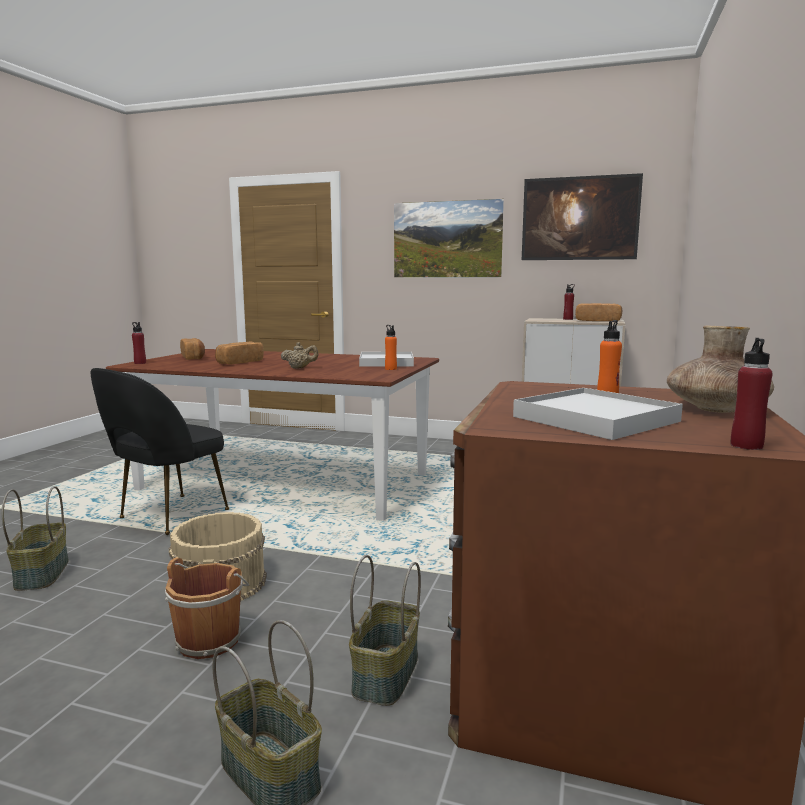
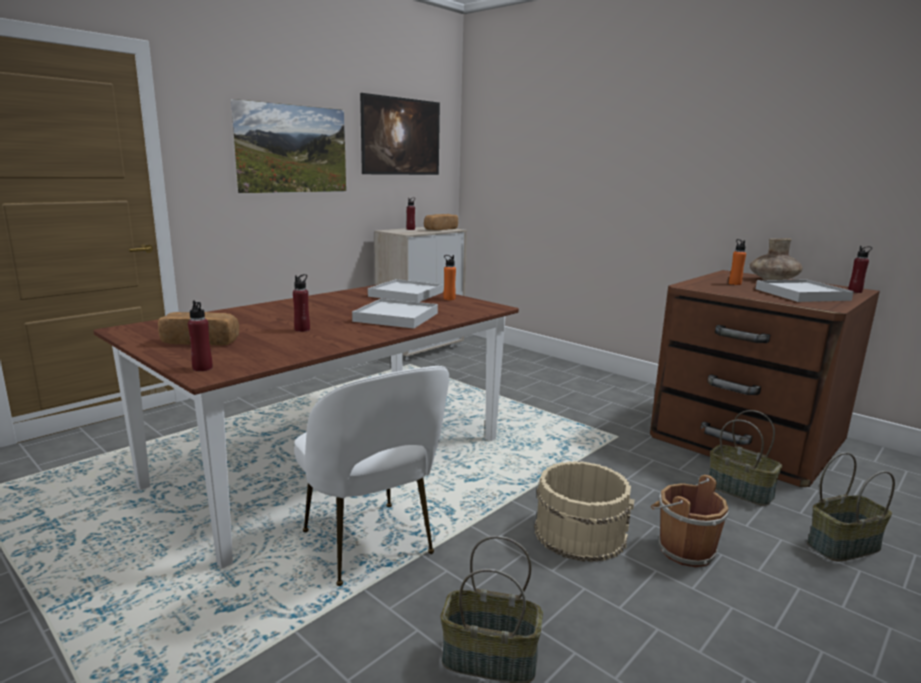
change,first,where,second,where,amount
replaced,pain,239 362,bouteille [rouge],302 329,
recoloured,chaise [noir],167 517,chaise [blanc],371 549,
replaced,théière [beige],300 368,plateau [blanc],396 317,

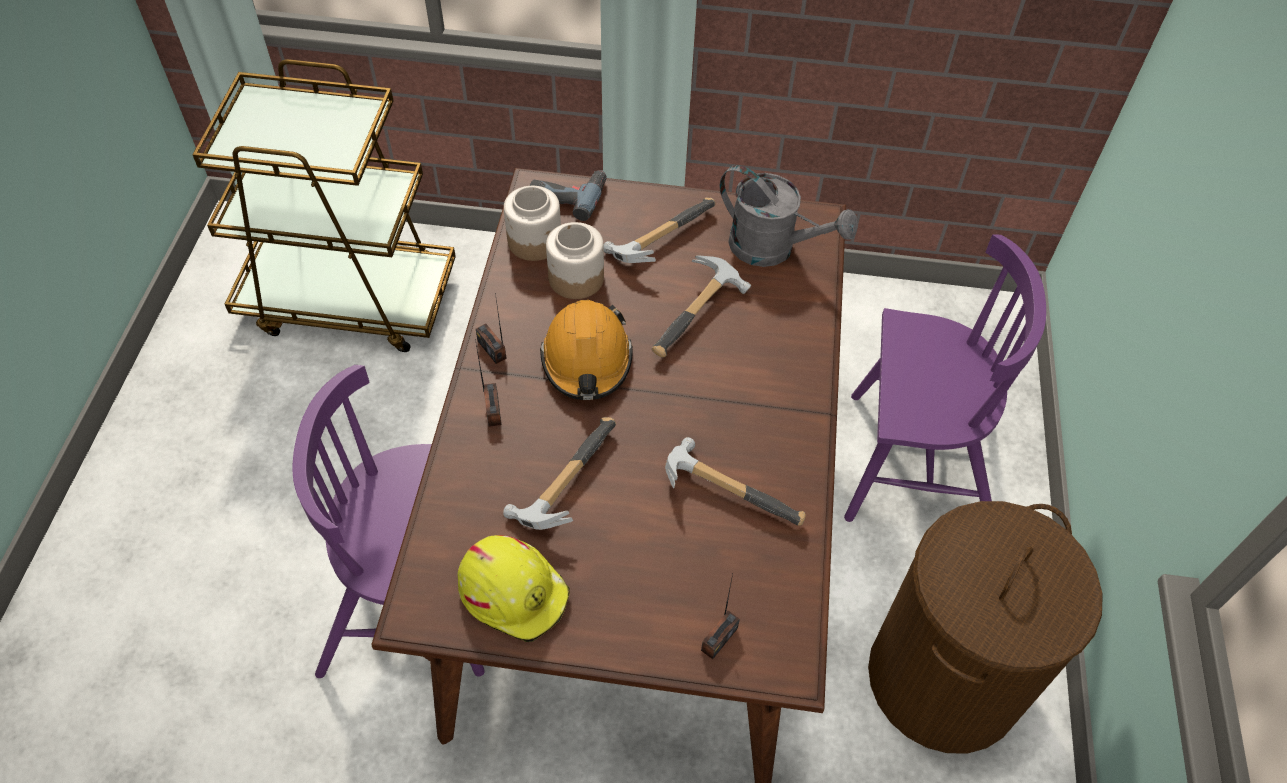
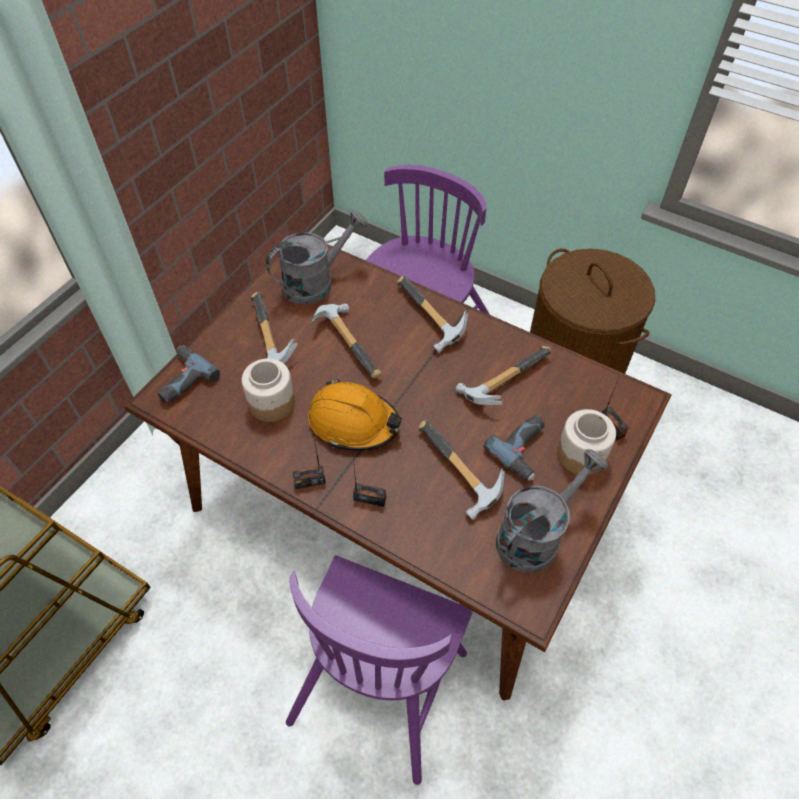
change,first,where,second,where,amount
added,,,marteau,426 319,
added,,,perceuse,525 450,
replaced,casque de chantier [jaune],514 591,arrosoir [gris],535 534,
moved,bocal,535 241,,581 454,

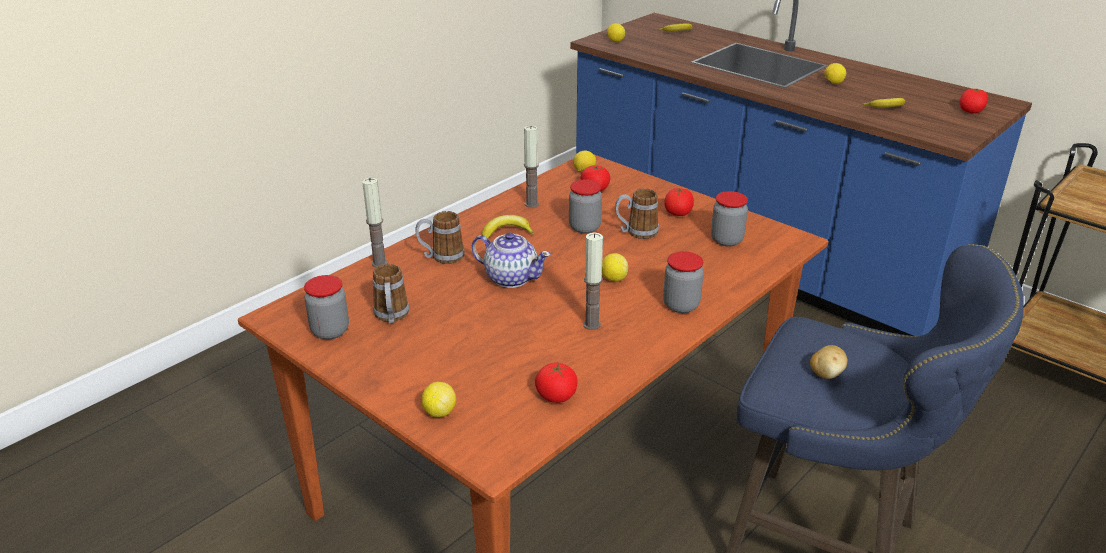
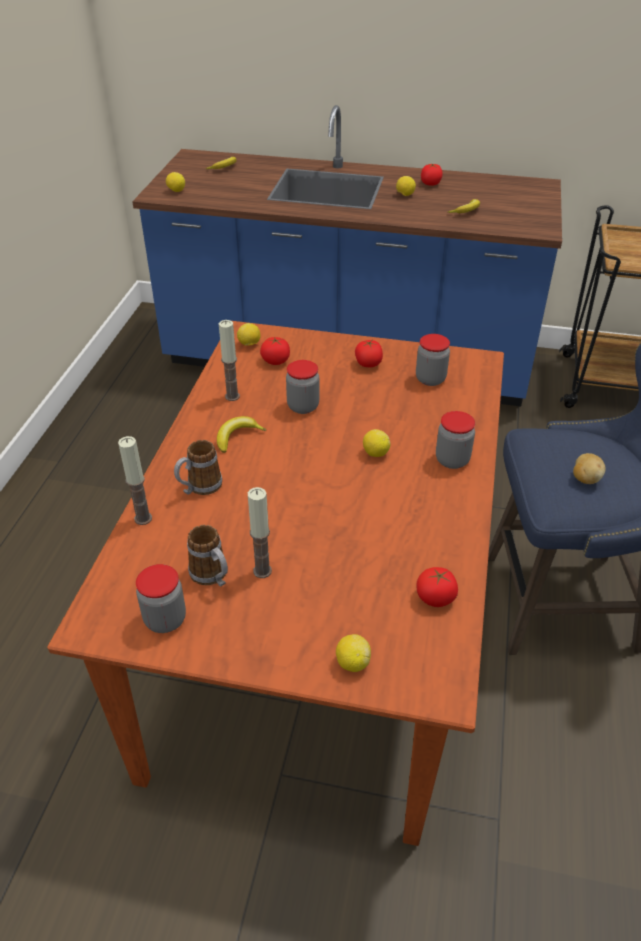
change,first,where,second,where,amount
moved,bougie,591 324,,262 571,
moved,tomate,971 111,,430 184,
removed,théière,511 278,,,
removed,mug,636 232,,,

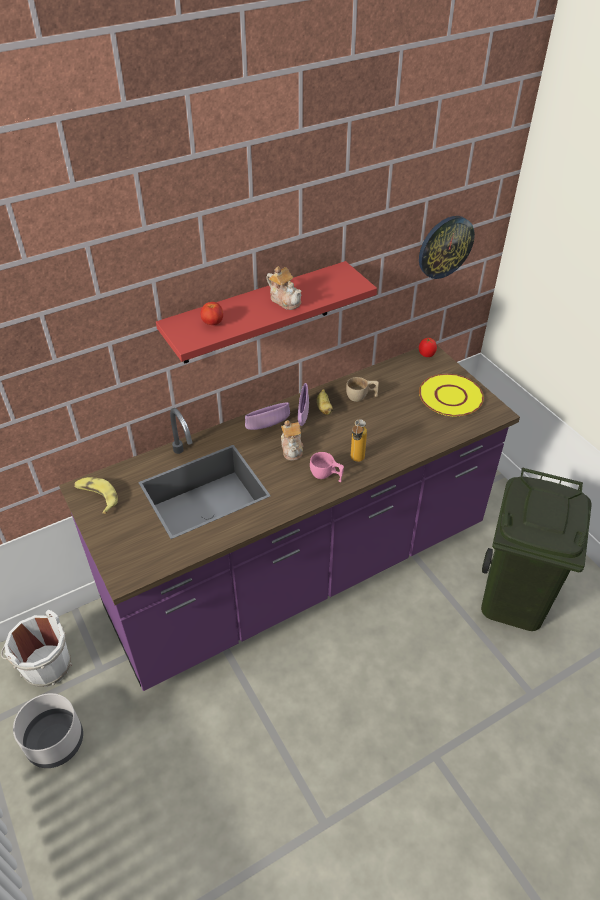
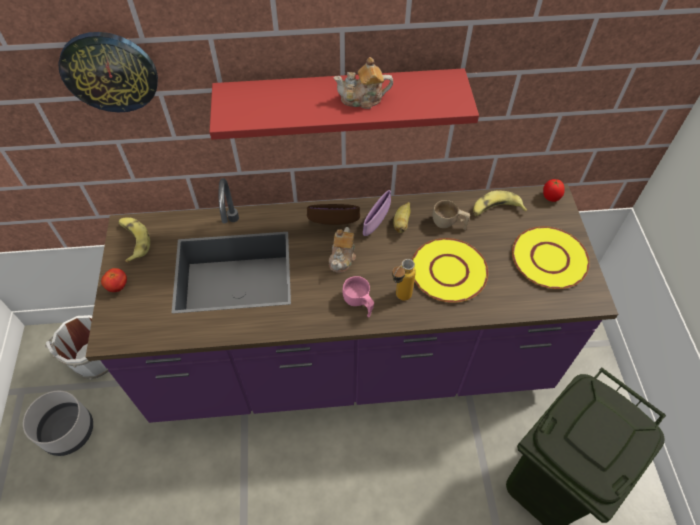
change,first,where,second,where,amount
moved,horloge murale,445 246,,109 72,
moved,tomate,212 323,,117 286,
recoloured,bol [violet],268 425,bol [marron],333 222,
turned,théière,285 300,,362 99,105 degrees clockwise
added,,,assiette [jaune],448 271,
added,,,banane,495 209,

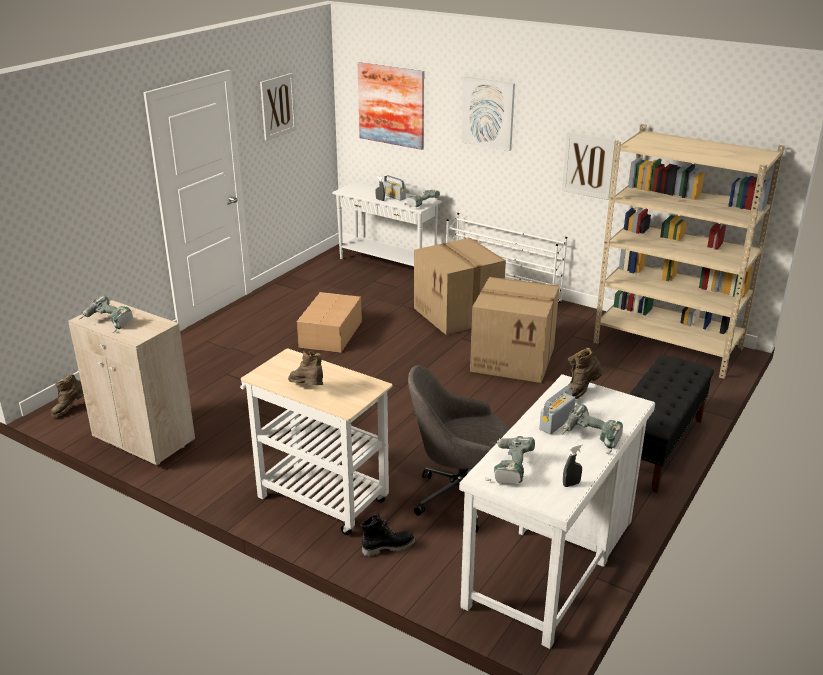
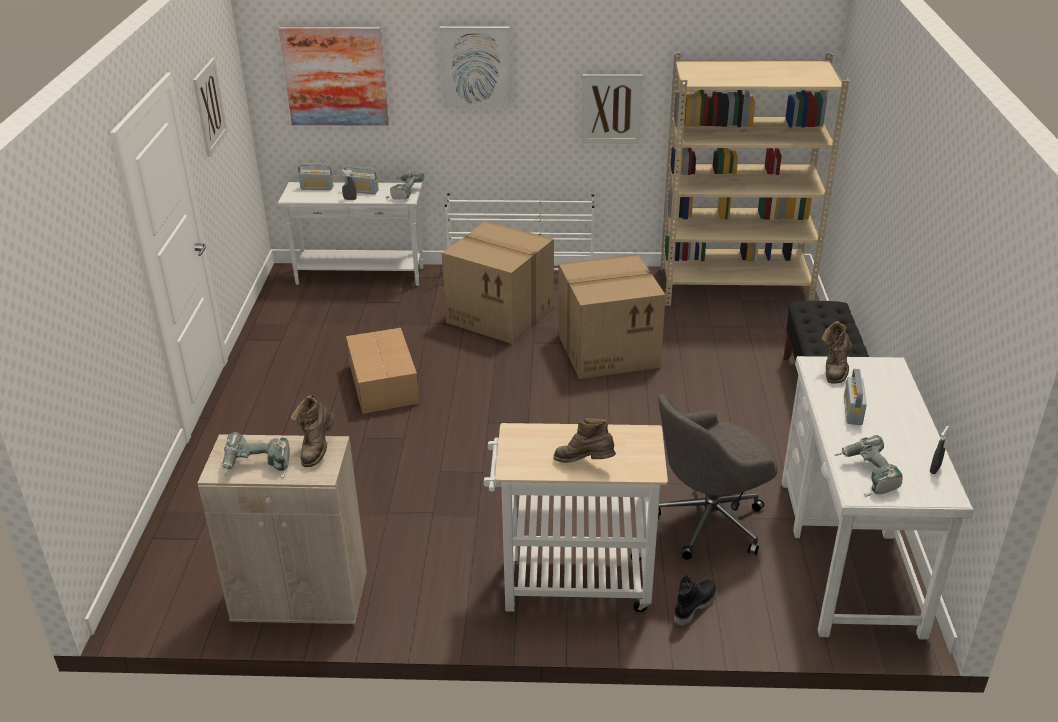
change,first,where,second,where,amount
moved,botte [marron],70 409,,317 449,
added,,,radio,317 188,
removed,perceuse,590 439,,,

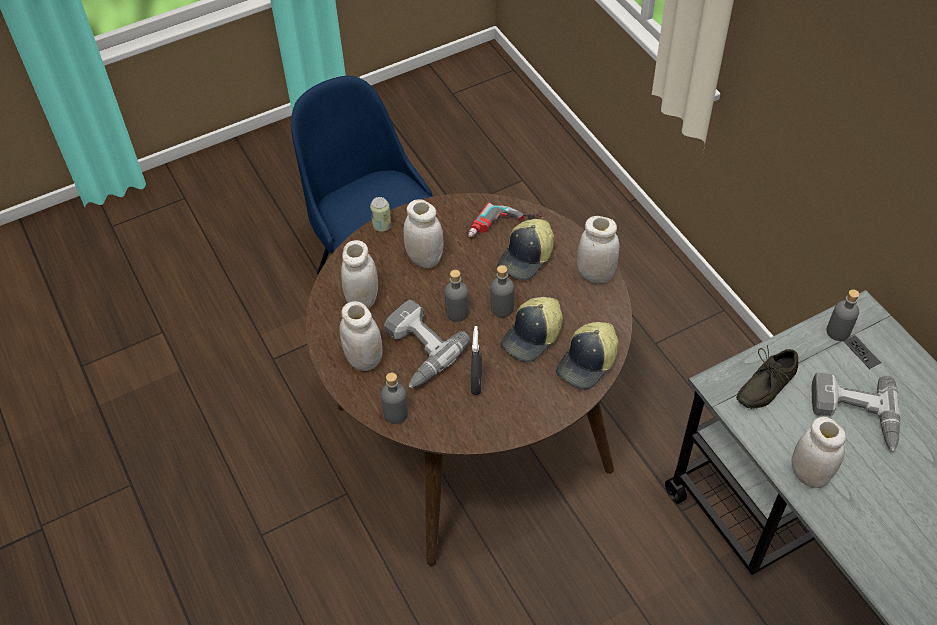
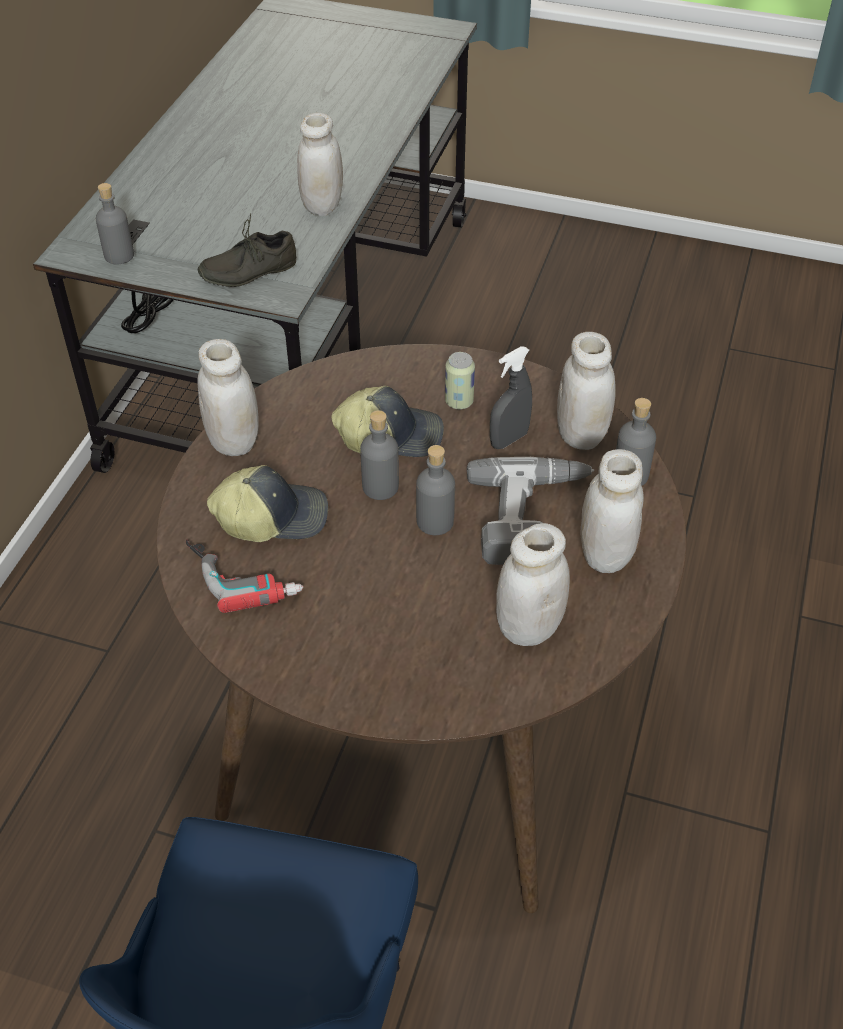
change,first,where,second,where,amount
turned,chaussure [gris],763 385,,247 270,150 degrees clockwise
moved,boîte métallique,382 226,,459 401,
moved,bocal [blanc],425 258,,581 435,
removed,casquette,588 363,,,
removed,perceuse,854 416,,,

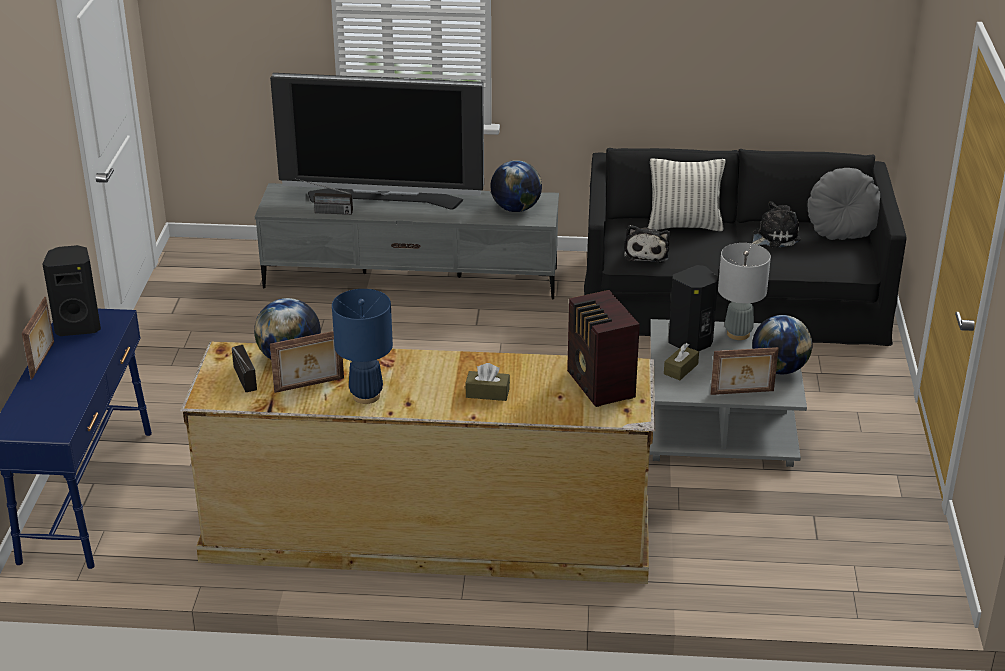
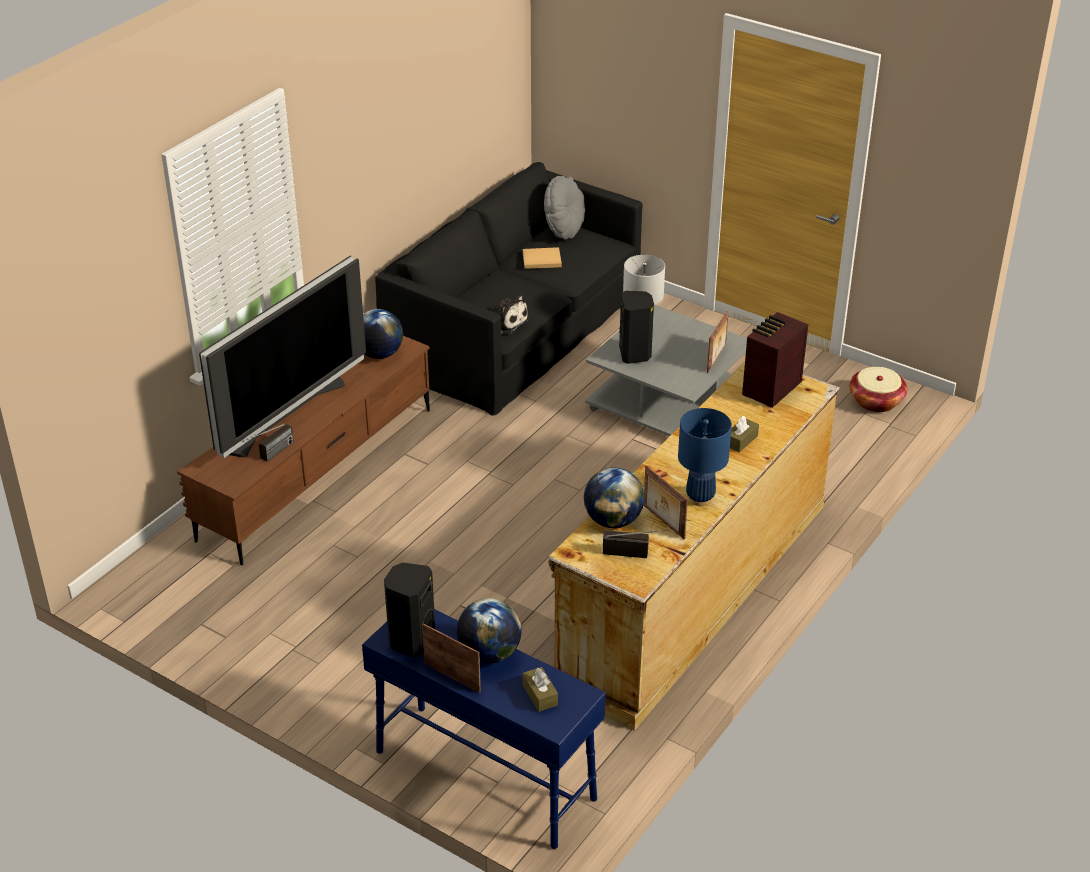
change,first,where,second,where,amount
recoloured,meuble télé [gris],412 277,meuble télé [marron],316 471,
moved,globe,779 369,,489 653,
moved,boîte à mouchoirs [marron],680 369,,540 695,
replaced,peluche,773 237,livre [beige],540 260,
turned,cadre photo,309 385,,663 522,135 degrees clockwise
turned,radio,600 386,,770 389,120 degrees clockwise
added,,,panier,876 401,
removed,coussin,684 226,,,

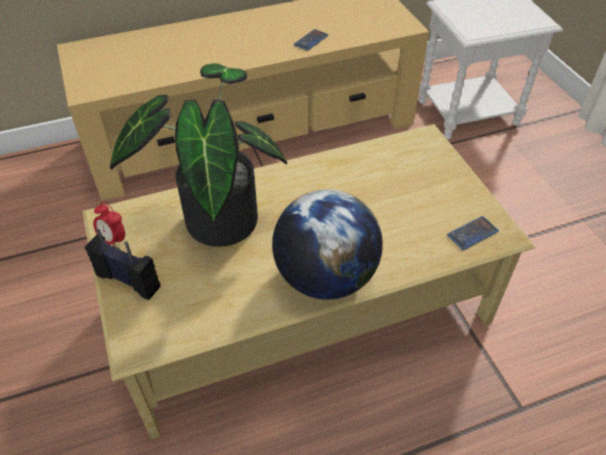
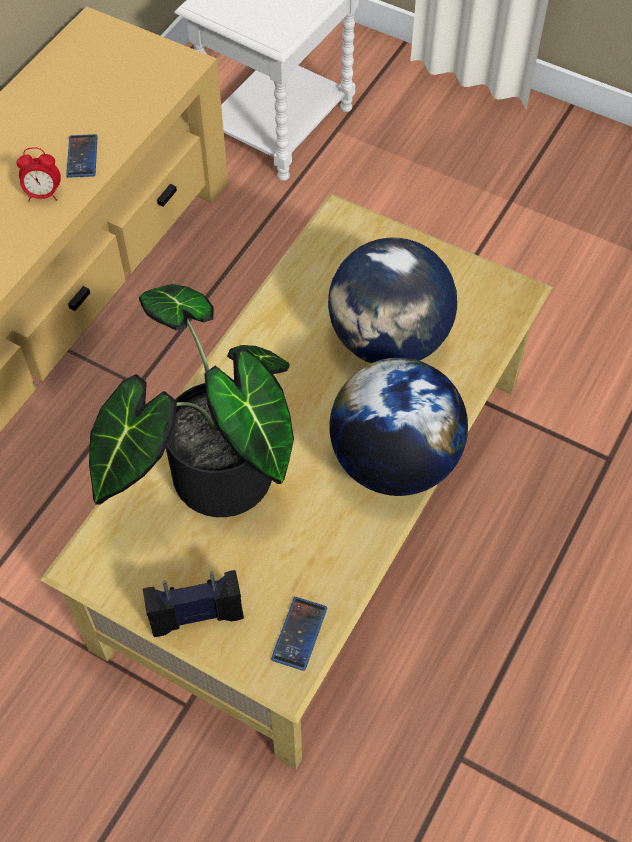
change,first,where,second,where,amount
moved,réveil,113 240,,43 194,
moved,téléphone,472 233,,299 633,
added,,,globe,388 341,

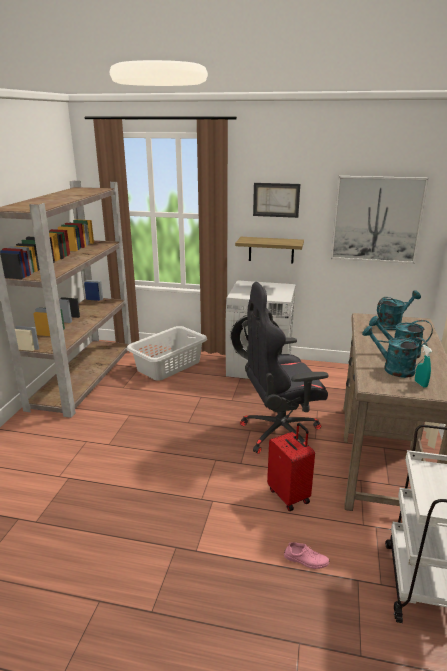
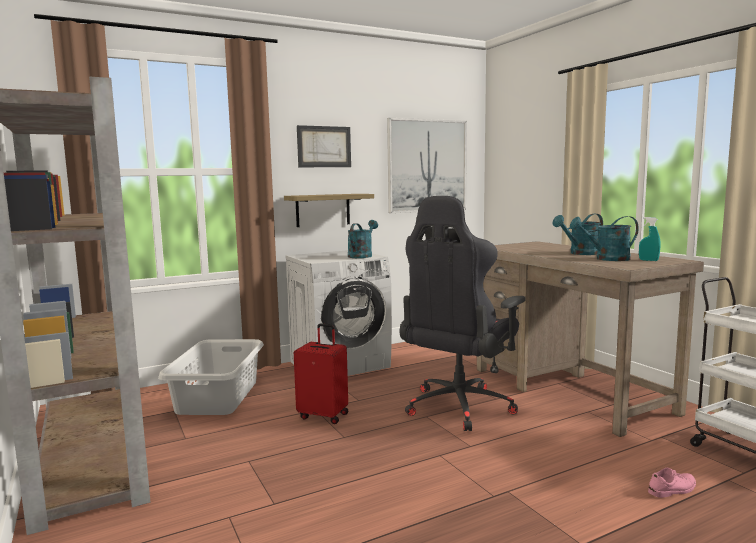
change,first,where,second,where,amount
moved,valise [rouge],289 495,,324 415,
moved,arrosoir [turquoise],392 324,,362 255,

